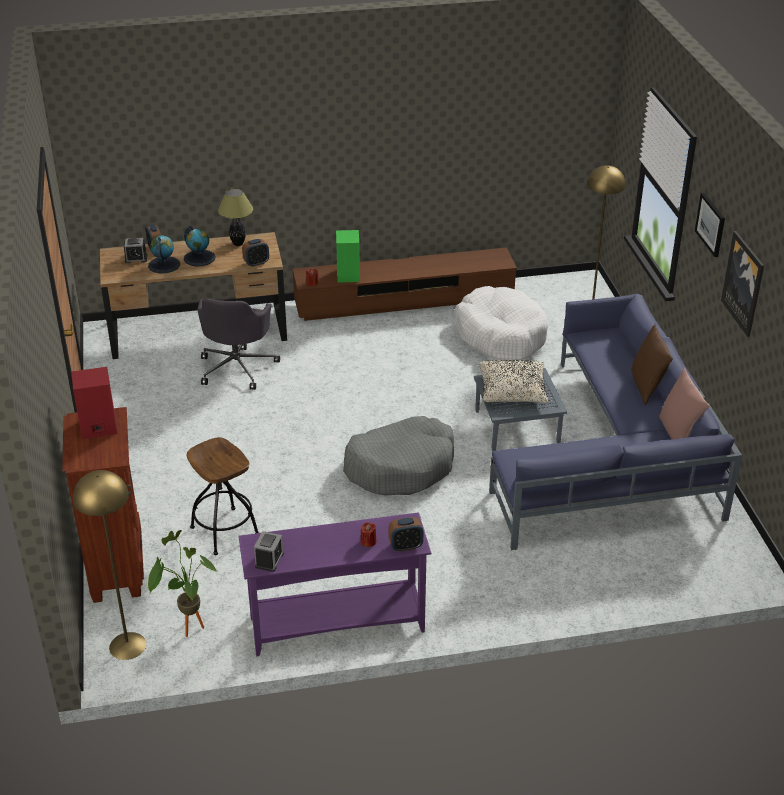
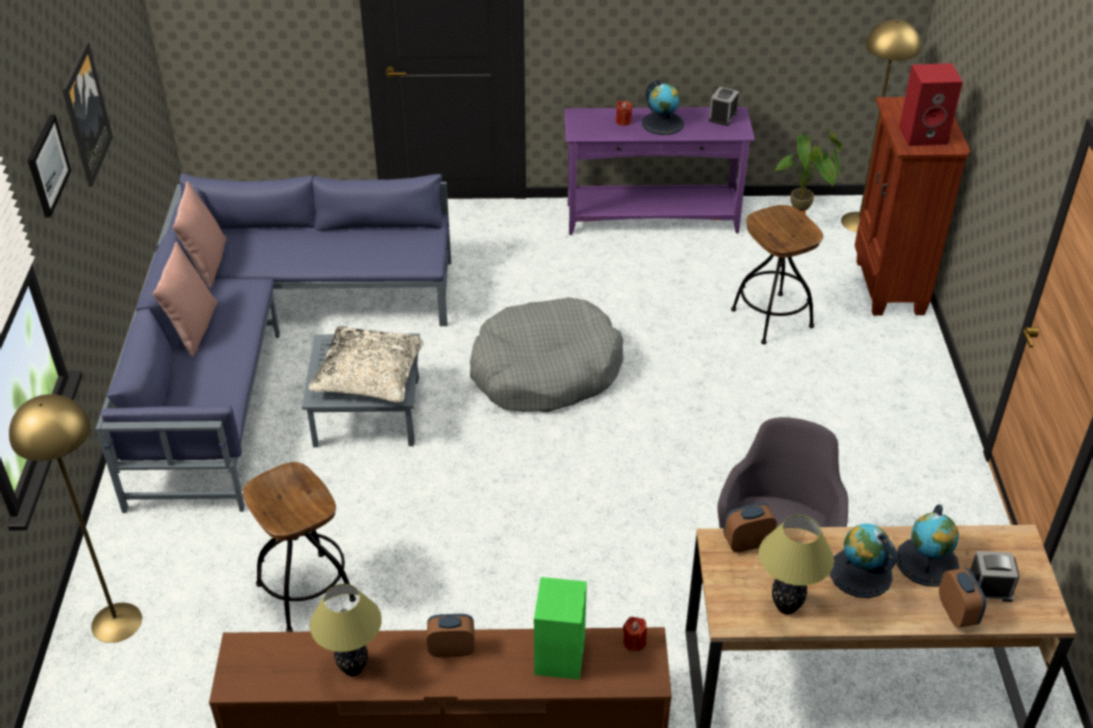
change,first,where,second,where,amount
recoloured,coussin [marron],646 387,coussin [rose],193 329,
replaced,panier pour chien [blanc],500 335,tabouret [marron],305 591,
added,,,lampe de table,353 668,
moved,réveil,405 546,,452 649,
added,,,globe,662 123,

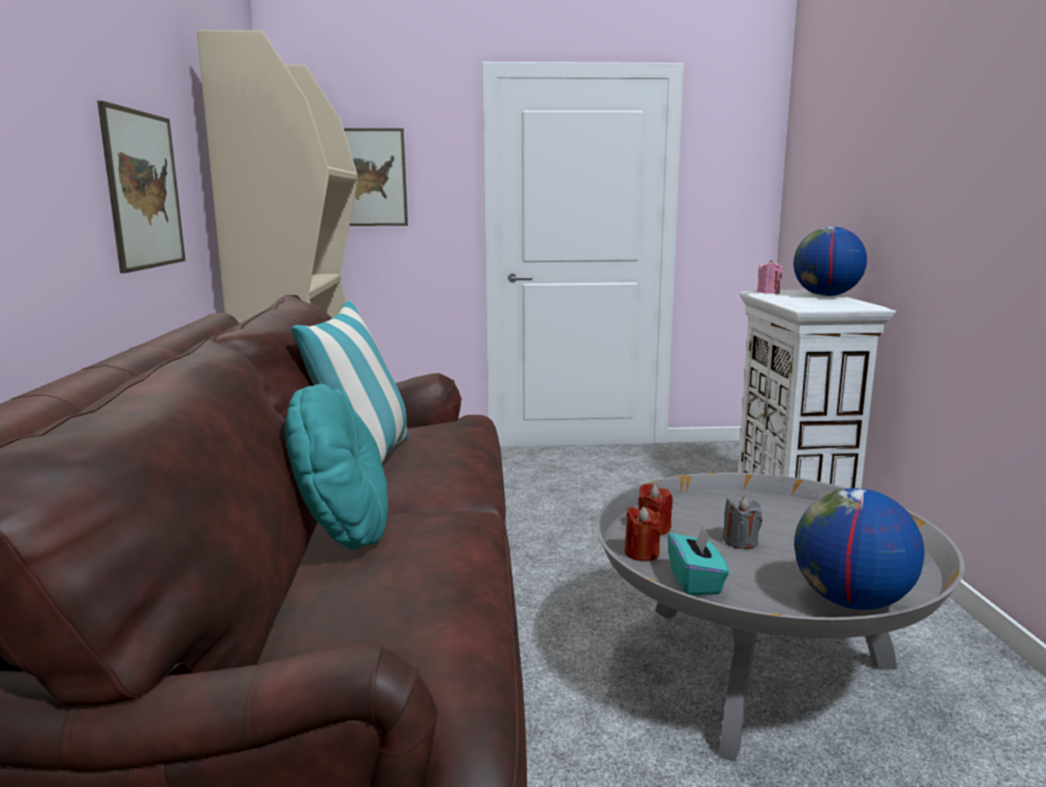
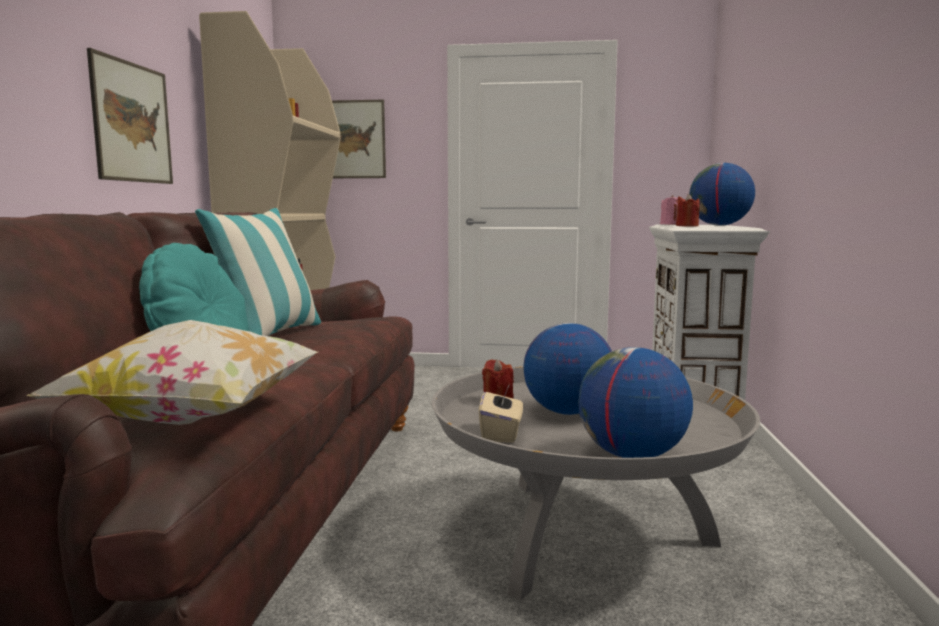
change,first,where,second,where,amount
added,,,coussin,196 419,
recoloured,boîte à mouchoirs [turquoise],696 582,boîte à mouchoirs [beige],501 434,
replaced,bougie [gris],740 542,globe,567 412,
moved,bougie [rouge],641 553,,687 226,

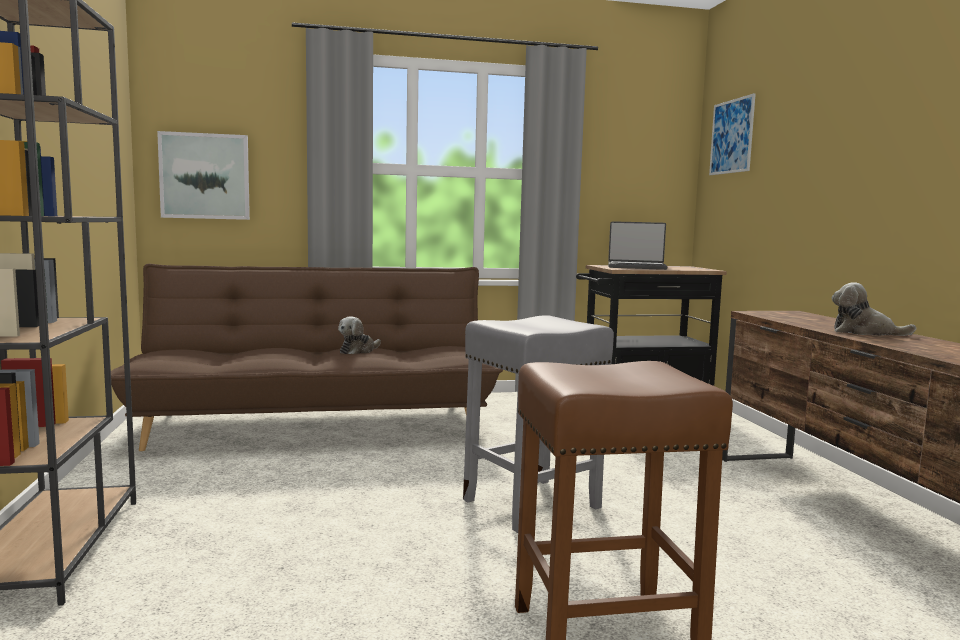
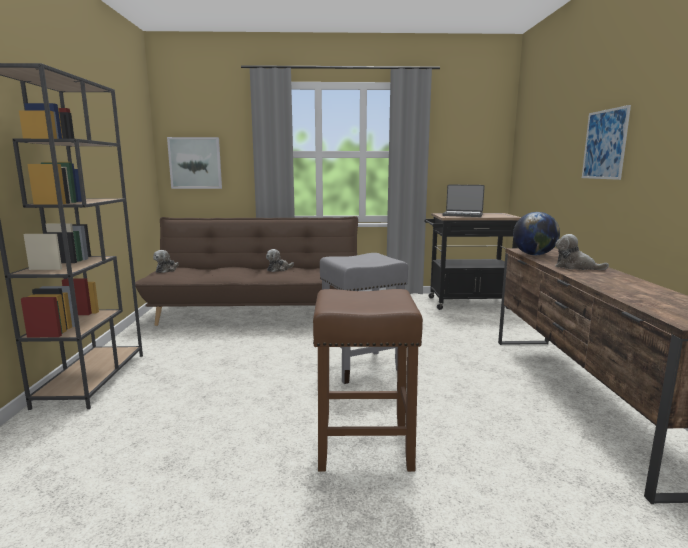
change,first,where,second,where,amount
added,,,peluche,167 270,
added,,,globe,533 255,
moved,tableau,731 136,,605 144,

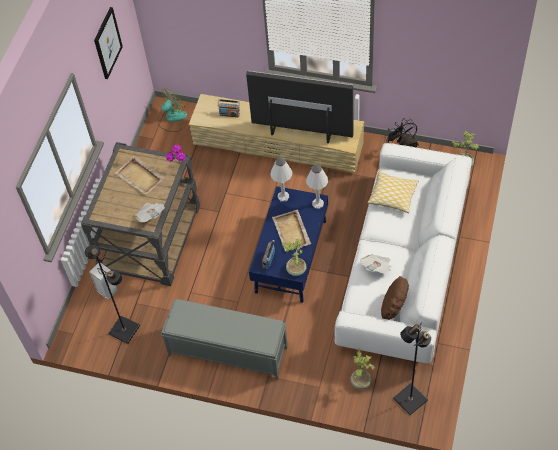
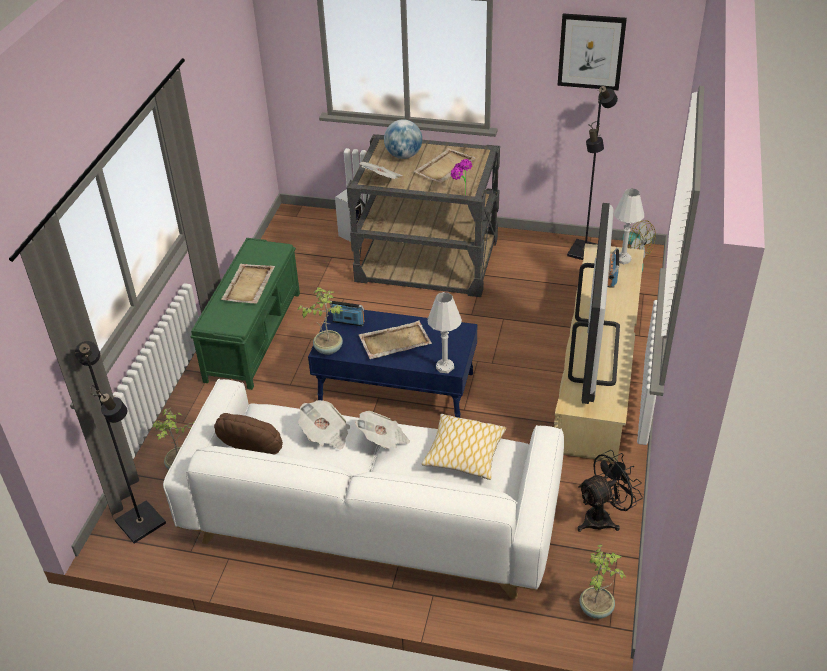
change,first,where,second,where,amount
recoloured,banc [gris],227 350,banc [vert],254 335,
added,,,plateau [beige],248 286,
added,,,journal,383 440,
added,,,globe,403 156,
moved,lampadaire [noir],124 330,,584 251,
moved,lampe de table [blanc],283 197,,623 259,

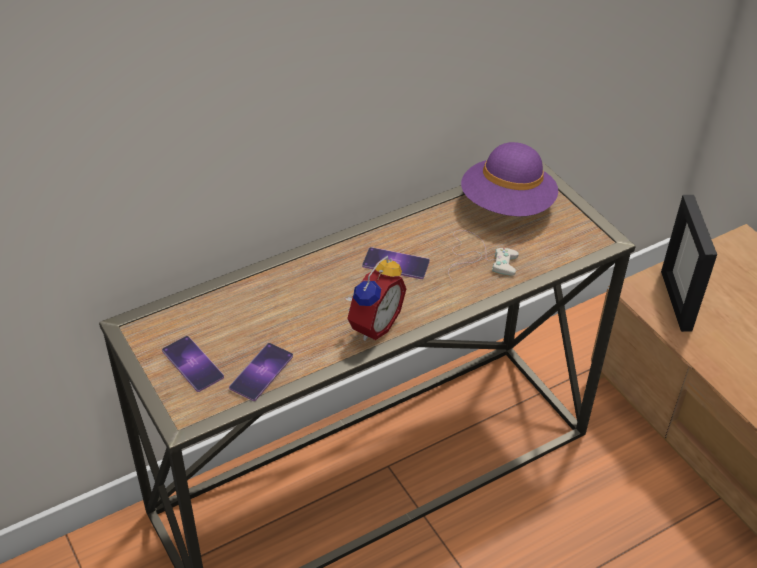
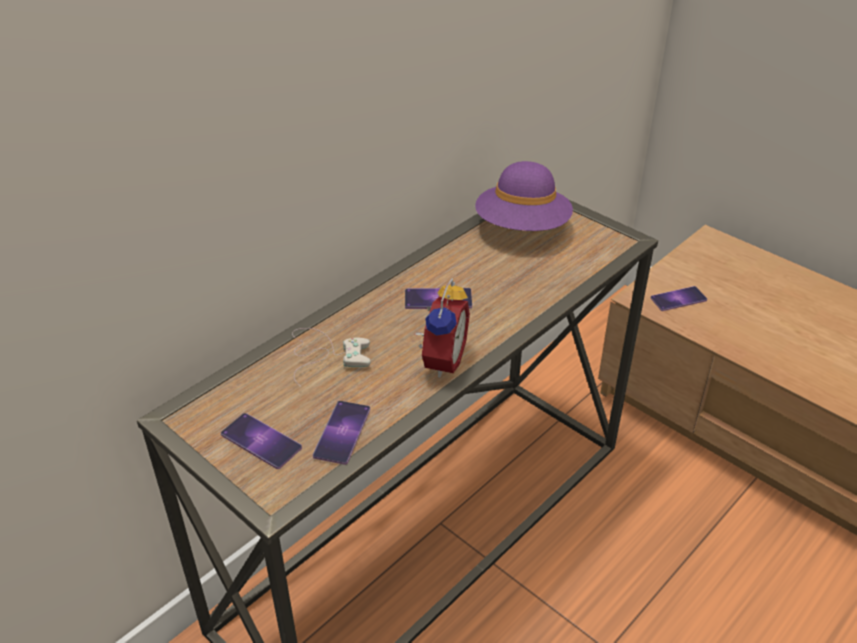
change,first,where,second,where,amount
moved,manette [blanc],478 257,,325 354,
replaced,cadre photo,678 300,téléphone,678 299,

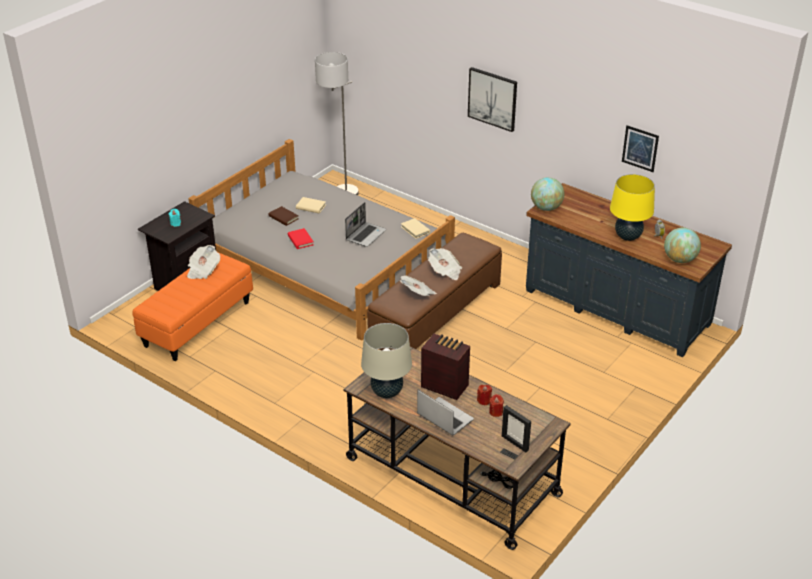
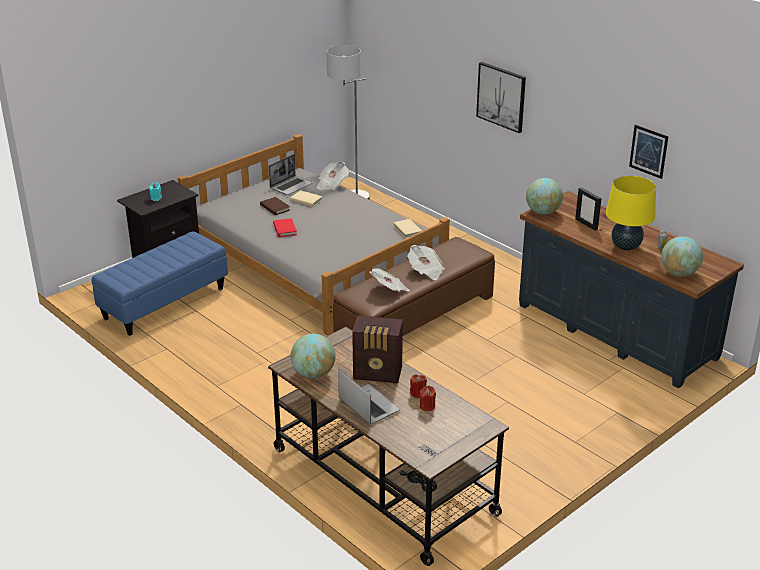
change,first,where,second,where,amount
recoloured,pouf [orange],198 325,pouf [bleu],165 304,
moved,ordinateur portable,365 235,,291 186,
replaced,lampe de table [beige],387 392,globe,313 374,
moved,journal,203 270,,332 184,
turned,radio,444 385,,378 374,150 degrees clockwise
moved,cadre photo,515 443,,586 224,

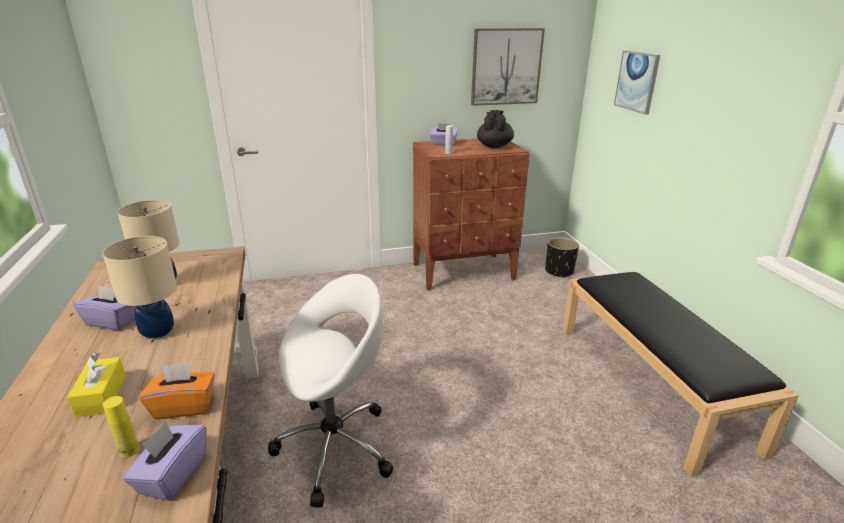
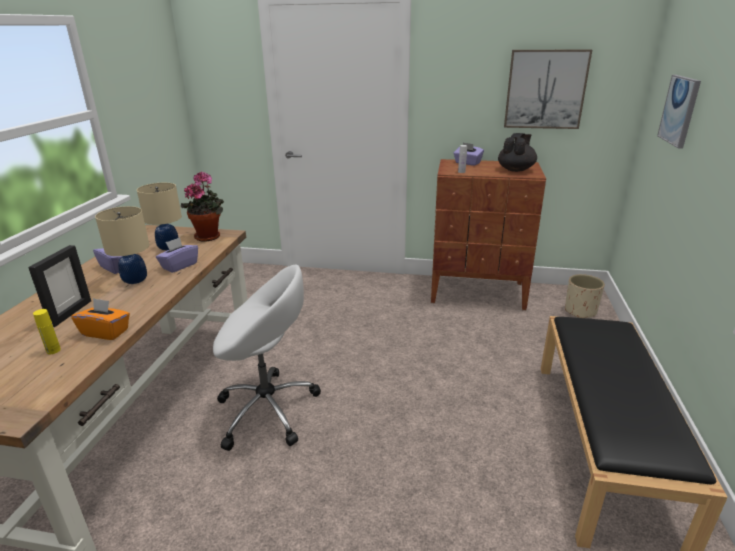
change,first,where,second,where,amount
replaced,boîte à mouchoirs [jaune],101 395,cadre photo,70 313,
moved,boîte à mouchoirs [violet],172 475,,179 266,
added,,,plante en pot,209 236,
recoloured,cache-pot [noir],559 271,cache-pot [beige],580 311,

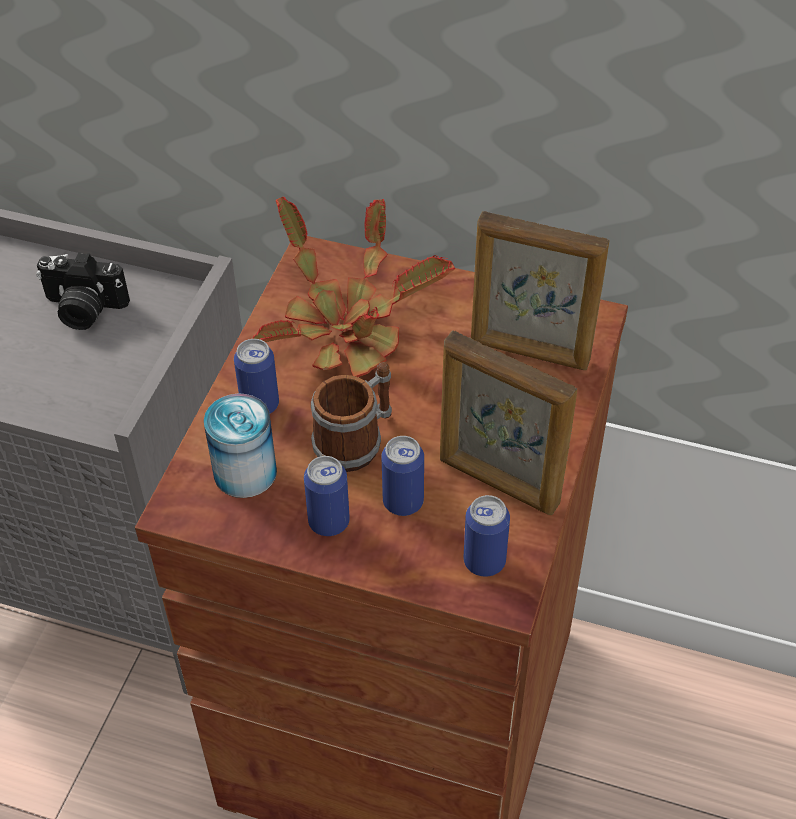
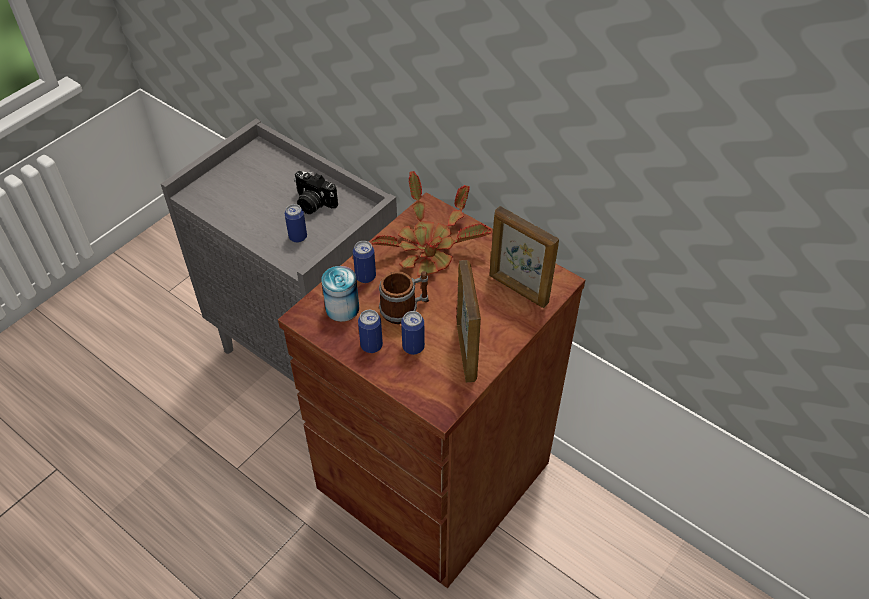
change,first,where,second,where,amount
moved,boîte métallique,484 561,,298 237,
turned,cadre photo,498 483,,466 352,150 degrees counterclockwise

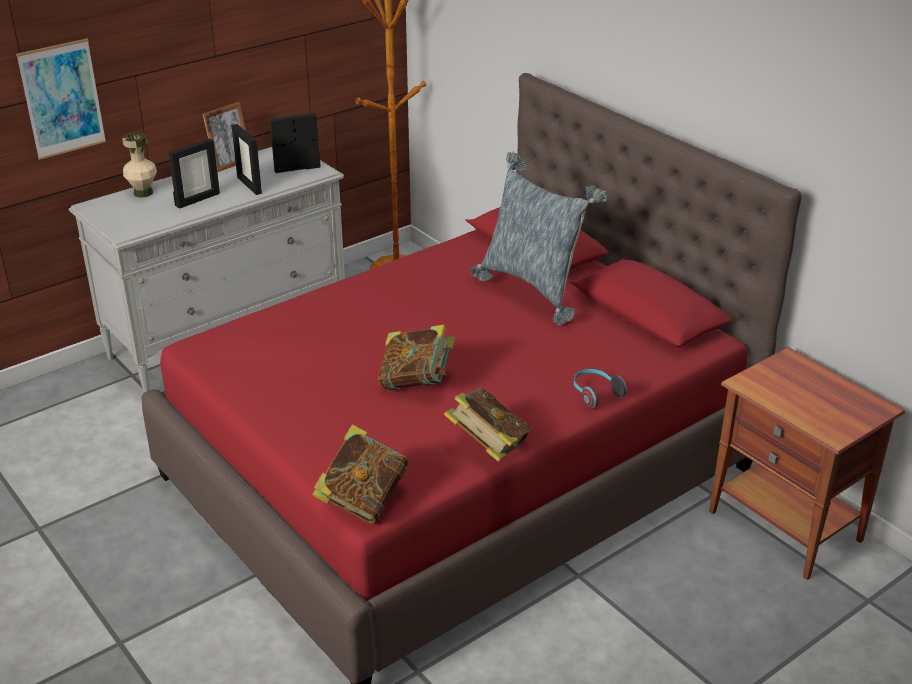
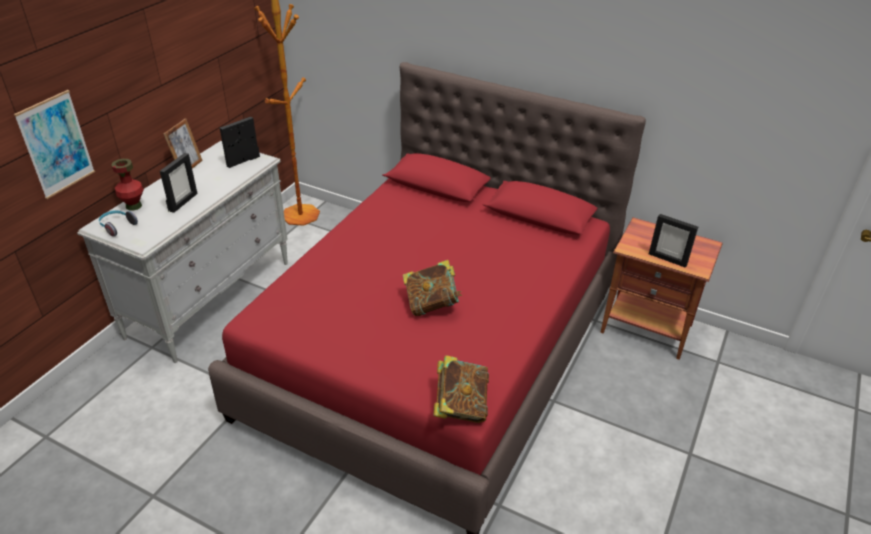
change,first,where,second,where,amount
moved,casque audio,595 394,,117 226,
recoloured,vase [beige],143 193,vase [rouge],134 206,
moved,cadre photo,250 185,,667 259,
removed,livre,487 447,,,
removed,coussin,534 295,,,

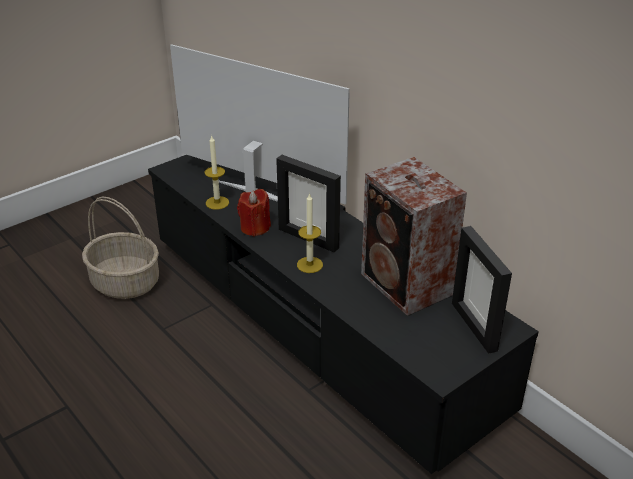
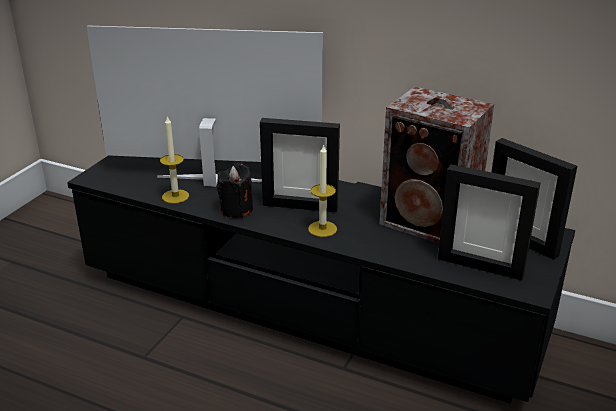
change,first,where,second,where,amount
recoloured,bougie [rouge],255 228,bougie [noir],236 209,
added,,,cadre photo,480 265,
removed,panier,126 283,,,

